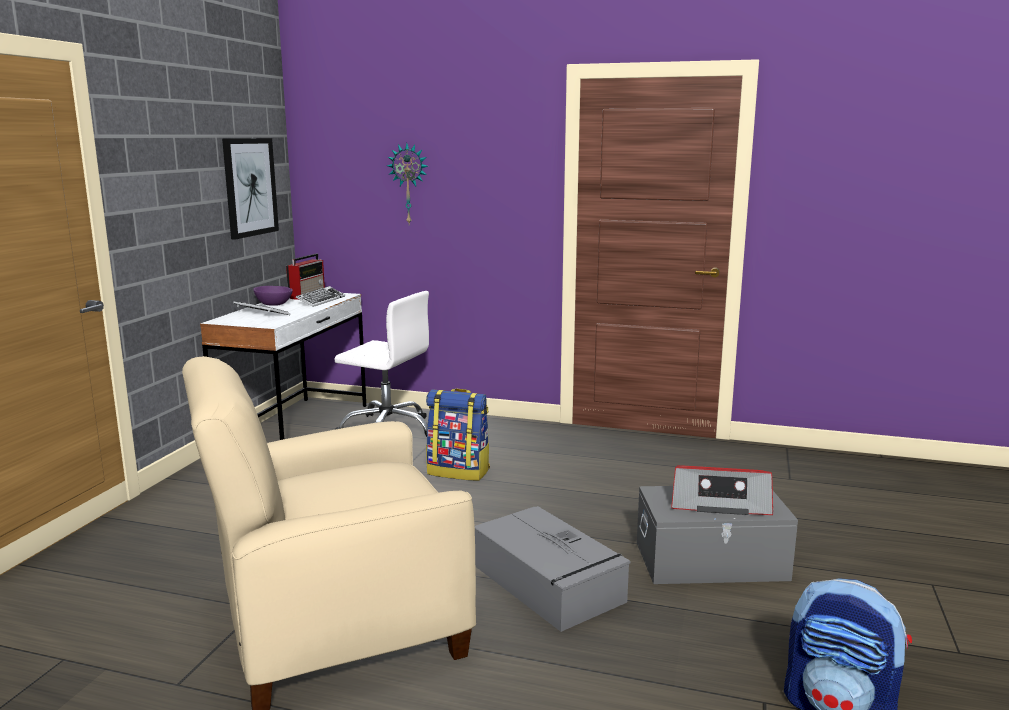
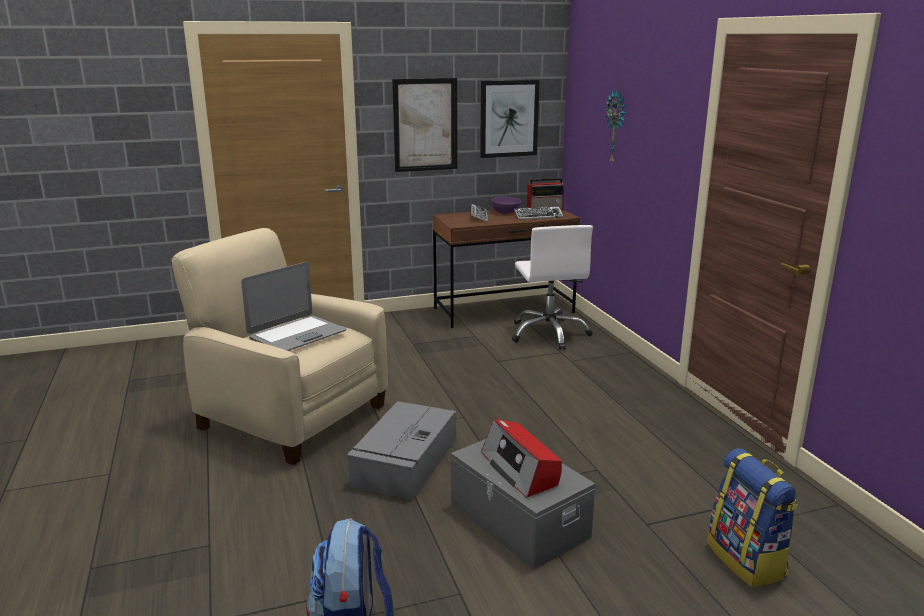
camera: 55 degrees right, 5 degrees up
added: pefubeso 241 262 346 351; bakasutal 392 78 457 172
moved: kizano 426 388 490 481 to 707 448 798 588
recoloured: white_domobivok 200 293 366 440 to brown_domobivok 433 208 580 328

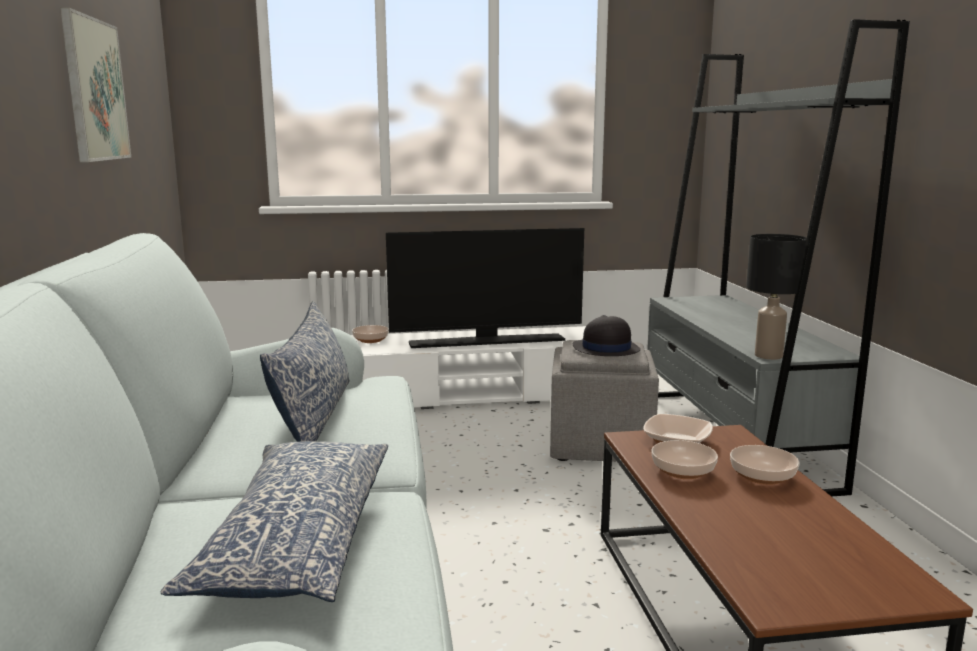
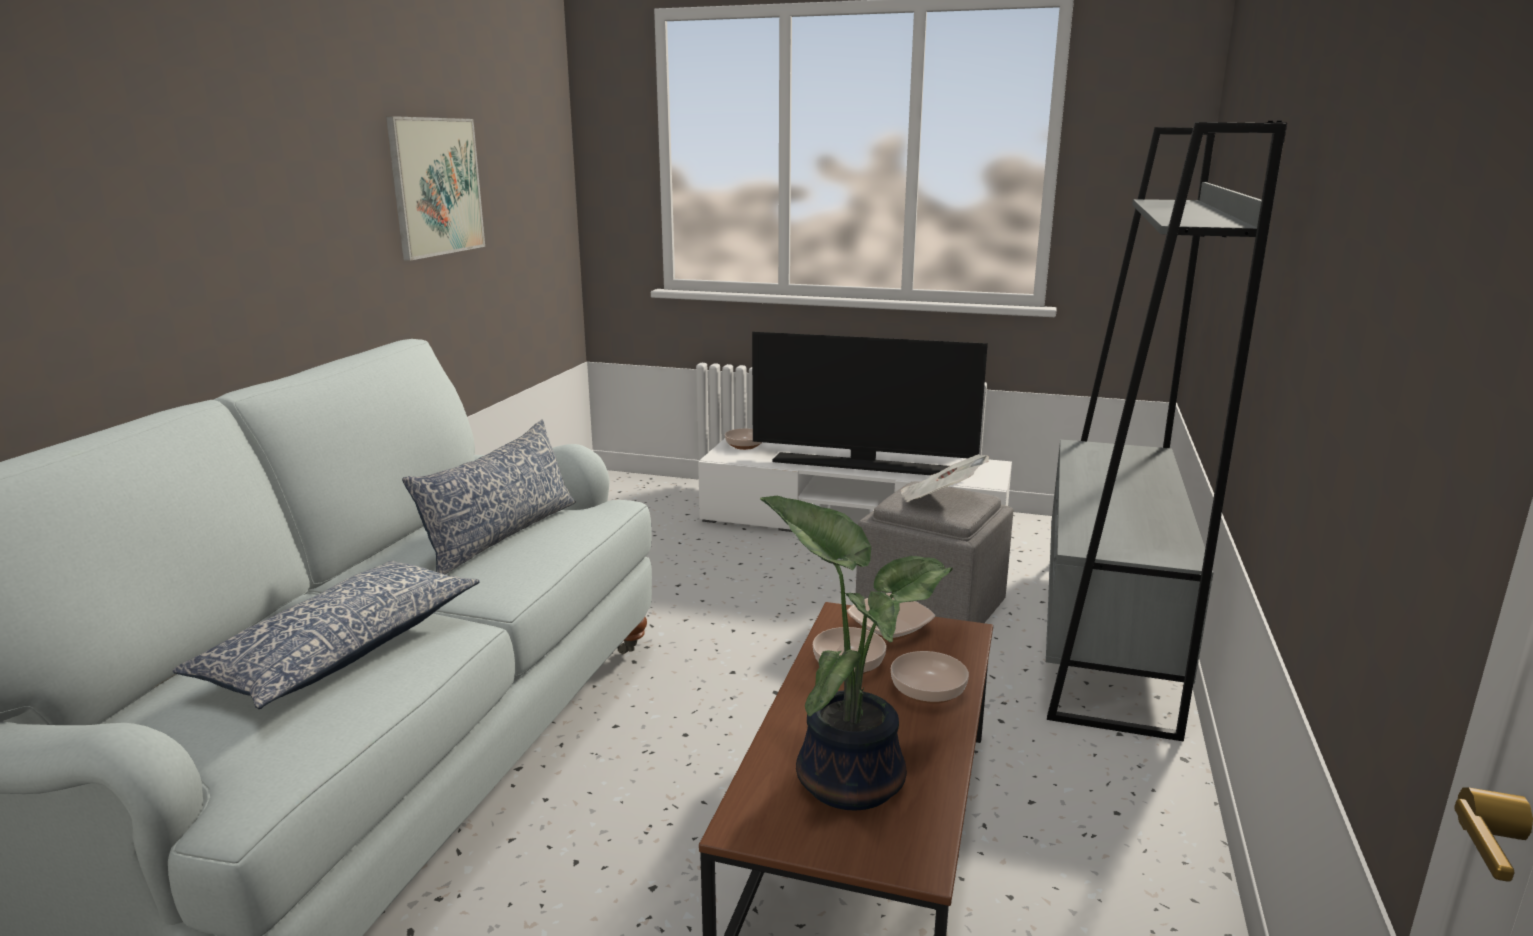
camera: 25 degrees right, 5 degrees up
removed: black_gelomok 746 234 807 360
added: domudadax 760 496 953 811
replaced: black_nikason 573 315 641 356 to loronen 901 454 989 502

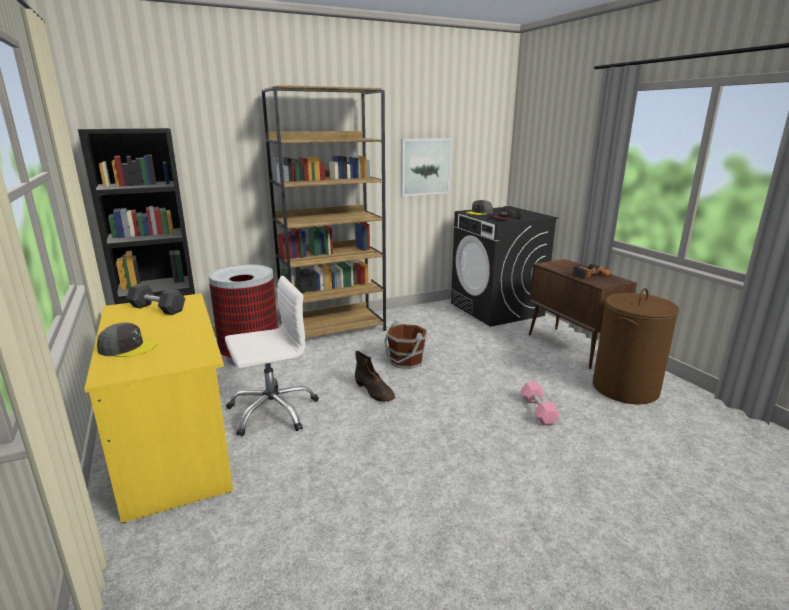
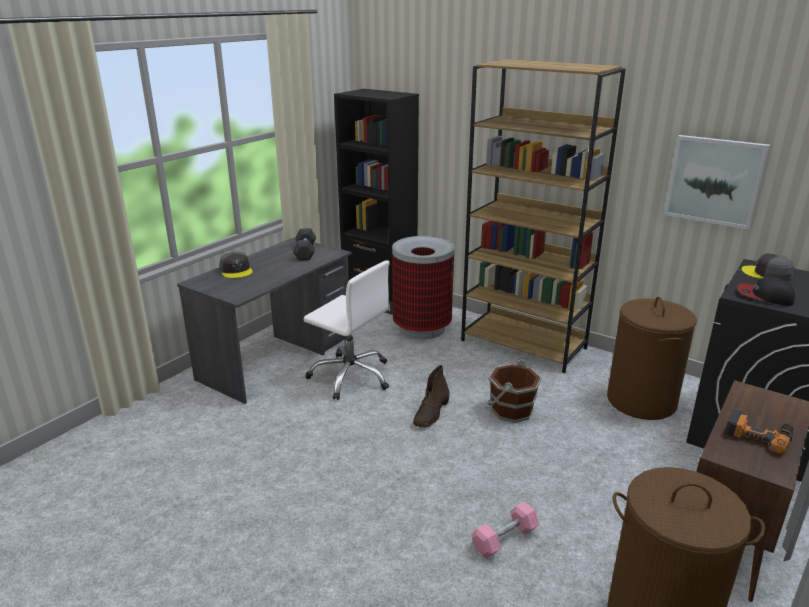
camera: 60 degrees right, 5 degrees up
added: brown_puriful 607 297 697 420
recoloured: yellow_domobivok 84 293 233 523 to grey_domobivok 177 237 352 404

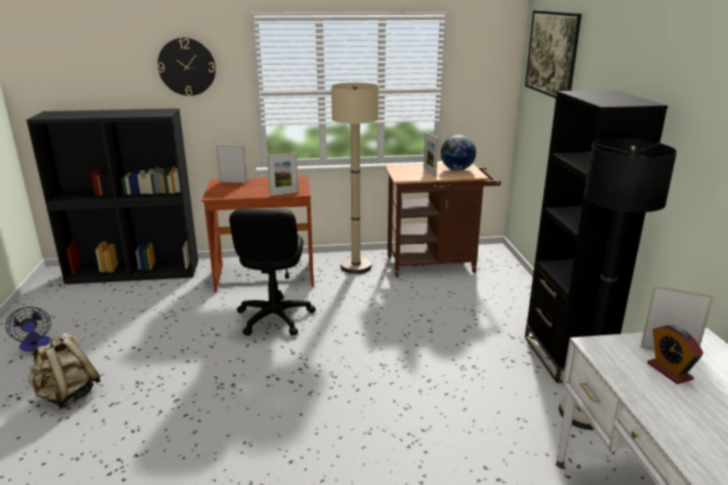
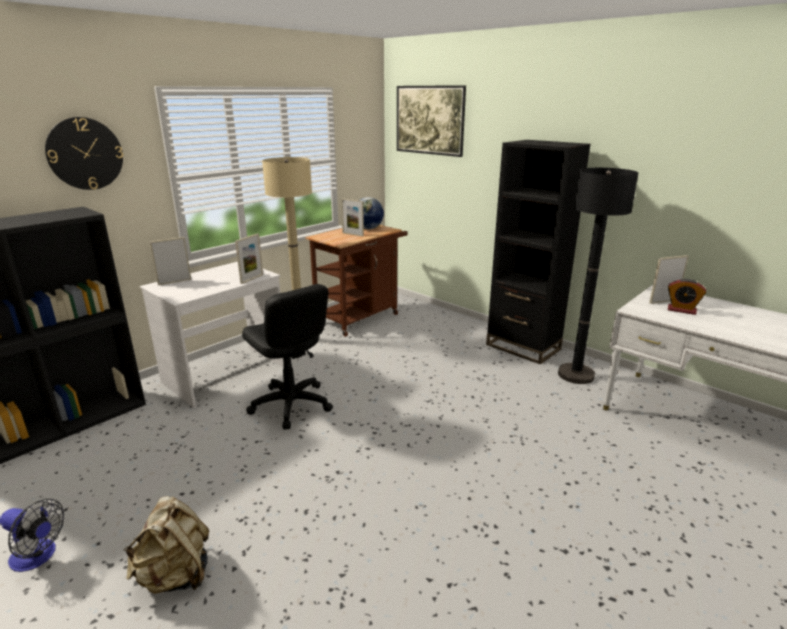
camera: 40 degrees left, 0 degrees up
recoloured: brown_domobivok 202 176 314 292 to white_domobivok 140 262 284 408

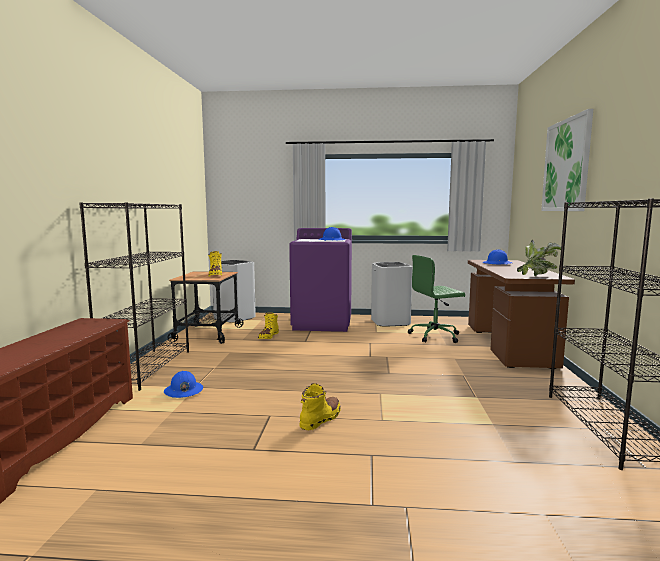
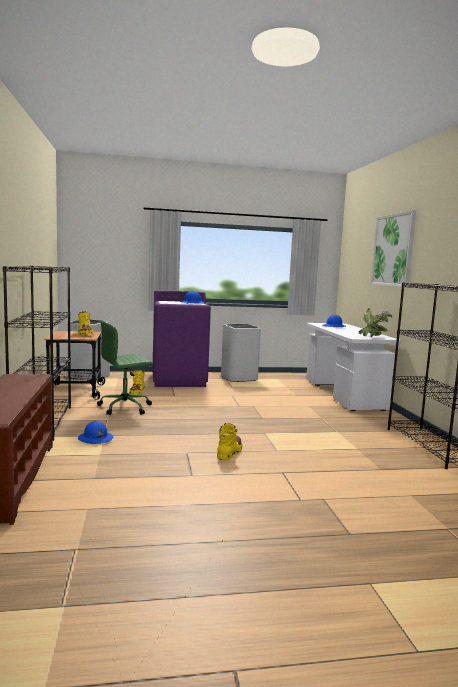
camera: 15 degrees left, 0 degrees up
moved: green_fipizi 408 255 465 343 to 97 322 153 415
recoloured: brown_domobivok 468 260 575 369 to white_domobivok 306 323 401 411

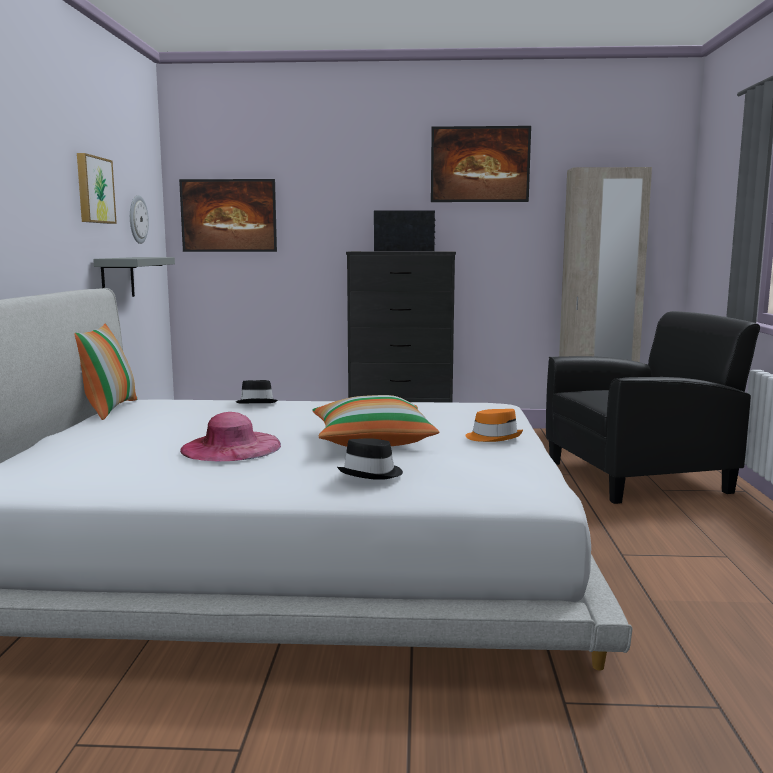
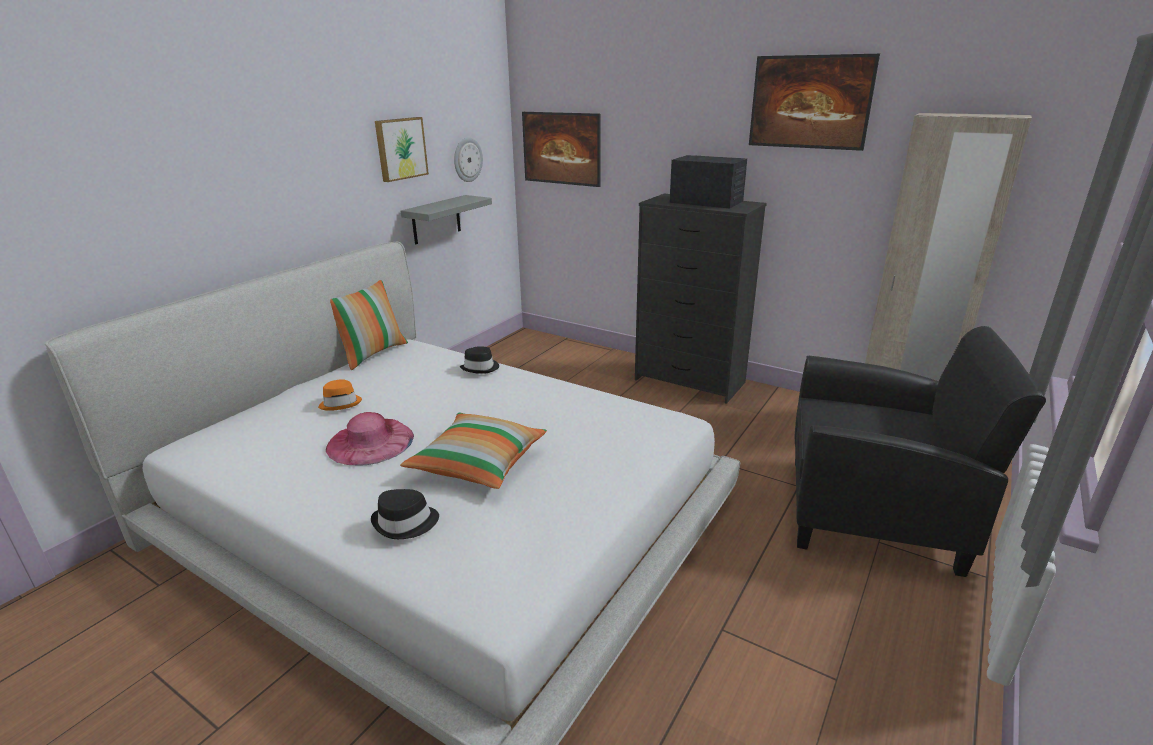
camera: 30 degrees right, 15 degrees up
moved: orange_nikason 465 409 523 442 to 318 379 362 411

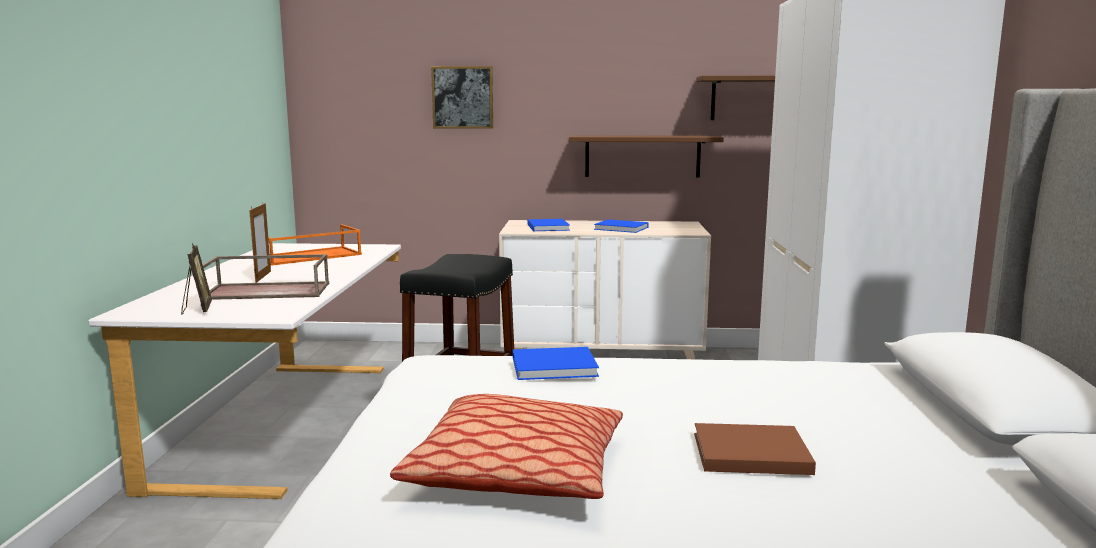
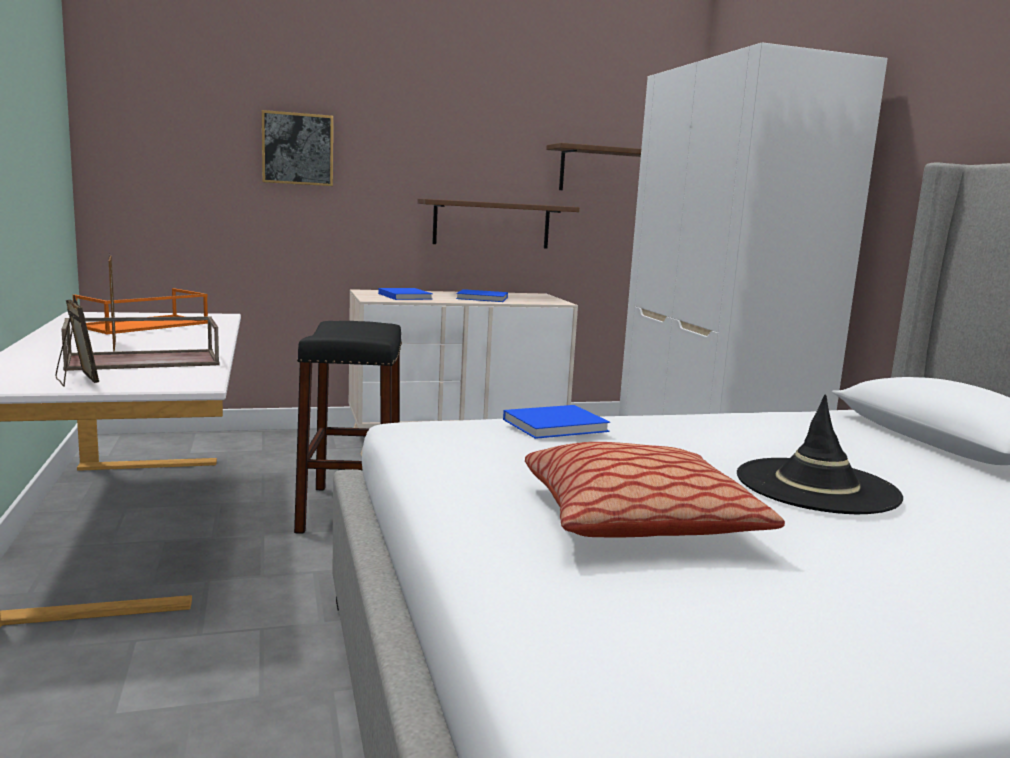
camera: 20 degrees left, 0 degrees up
replaced: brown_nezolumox 694 423 816 475 to black_nikason 737 394 903 514

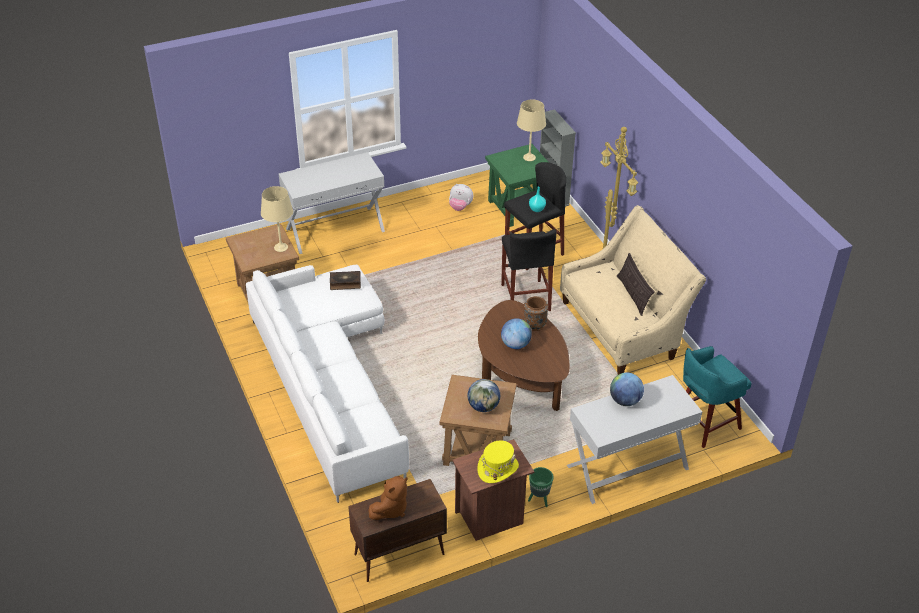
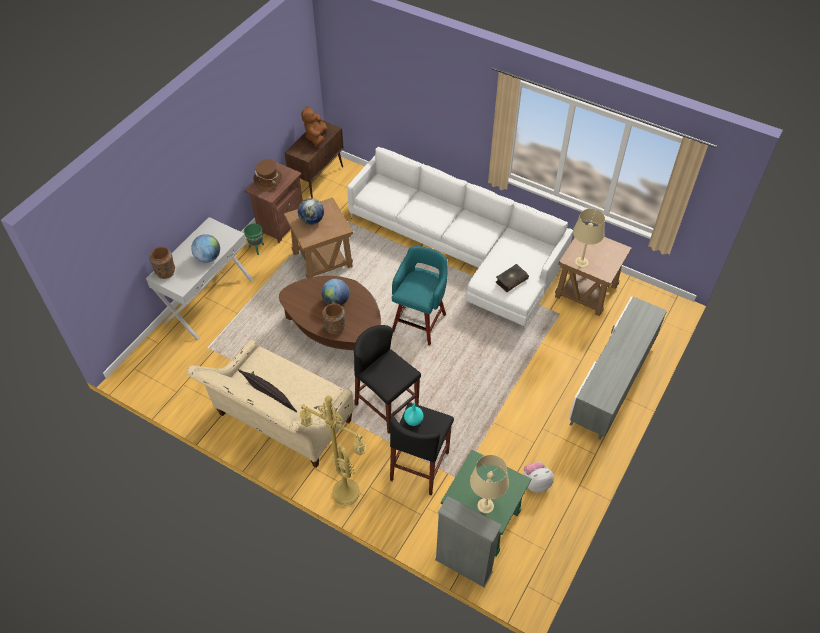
camera: 145 degrees right, 10 degrees up
added: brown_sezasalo 149 247 175 279
moved: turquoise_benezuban 683 346 752 448 to 392 246 448 345
replaced: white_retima 279 152 385 254 to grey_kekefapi 569 296 667 440
recoloured: yellow_nikason 477 440 519 483 to brown_nikason 254 159 282 192

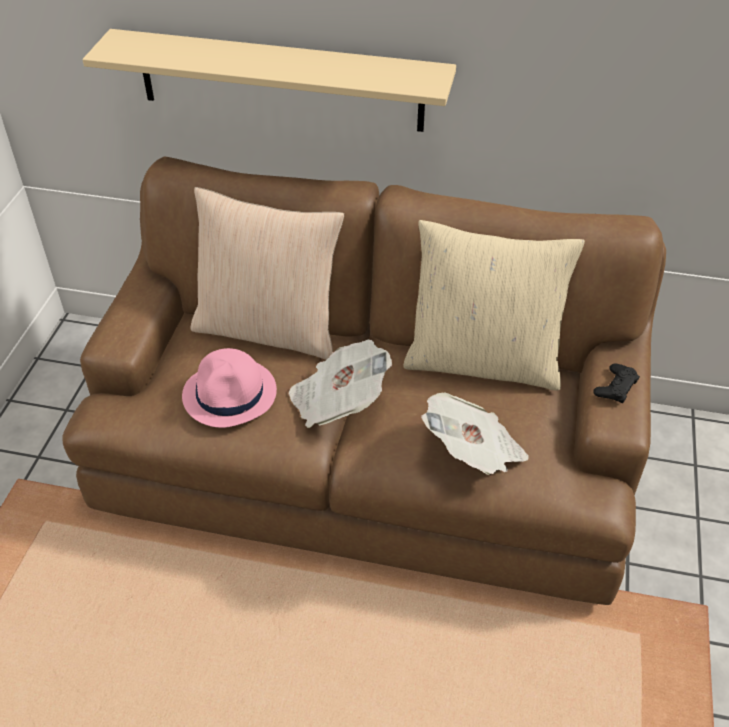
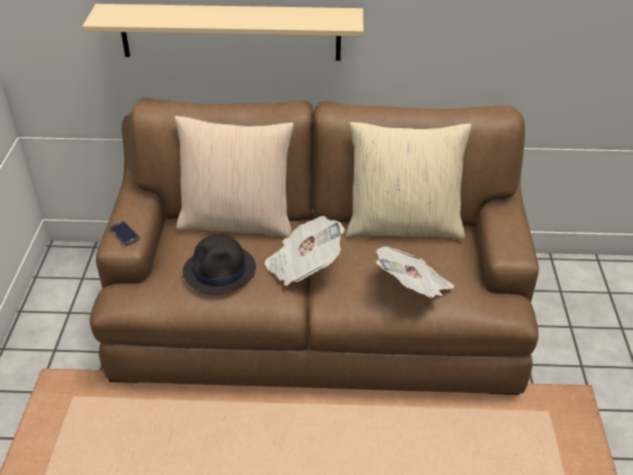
camera: 10 degrees left, 5 degrees down
removed: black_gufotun 593 364 640 403
added: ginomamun 109 221 140 245
recoloured: pink_nikason 182 348 277 428 to black_nikason 183 234 256 294

